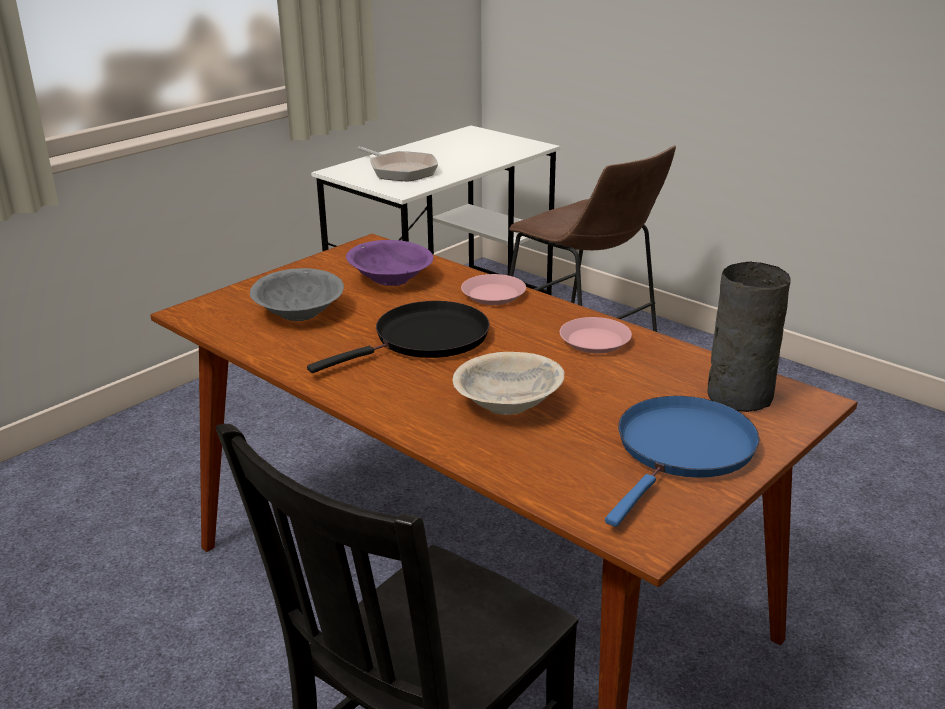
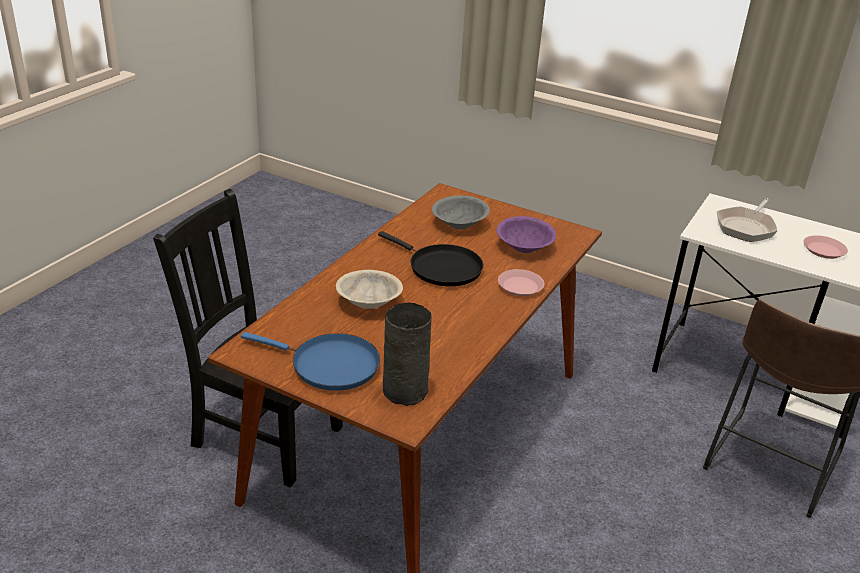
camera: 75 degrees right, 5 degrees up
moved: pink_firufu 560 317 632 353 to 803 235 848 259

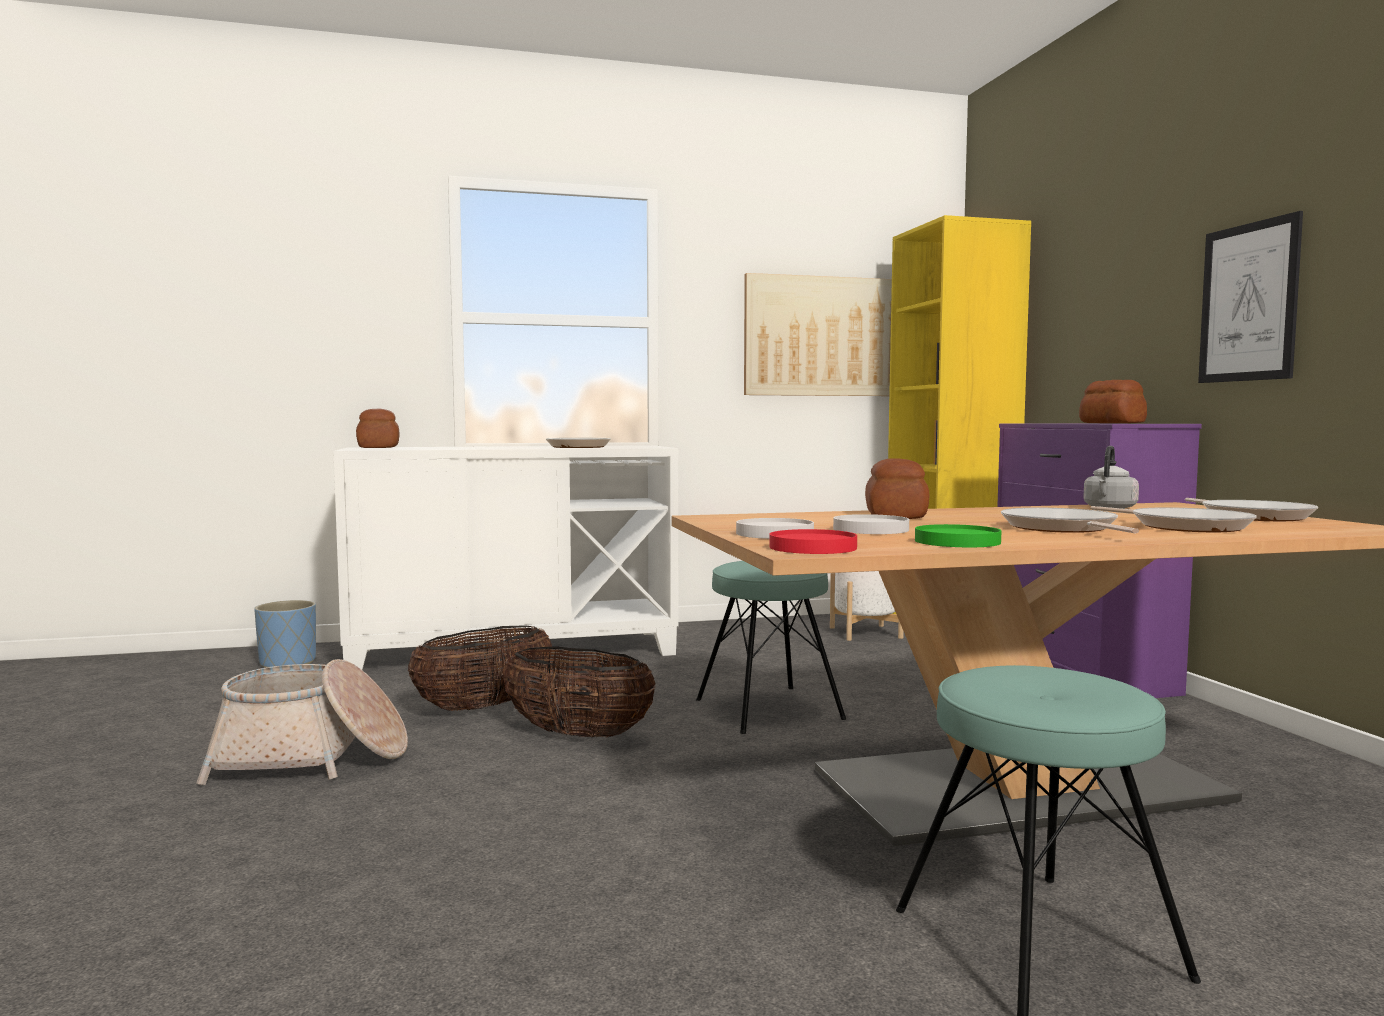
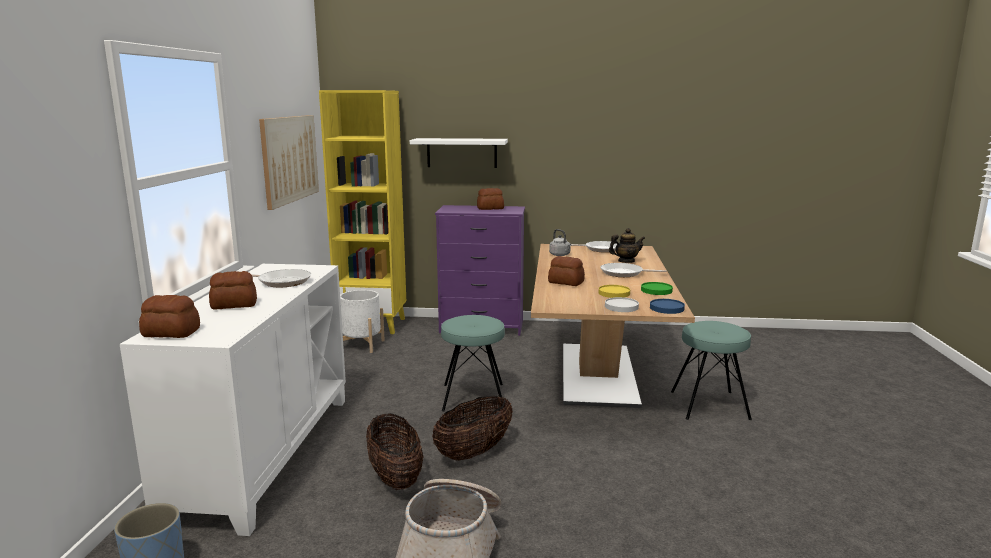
camera: 70 degrees left, 10 degrees up
removed: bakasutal 1198 211 1303 383
added: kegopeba 209 271 257 310; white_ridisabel 410 138 508 168
replaced: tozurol 1090 506 1257 532 to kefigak 609 228 645 263
recoloured: red_firufu 769 529 857 554 to blue_firufu 650 299 685 314; white_firufu 833 514 909 534 to yellow_firufu 599 285 630 298

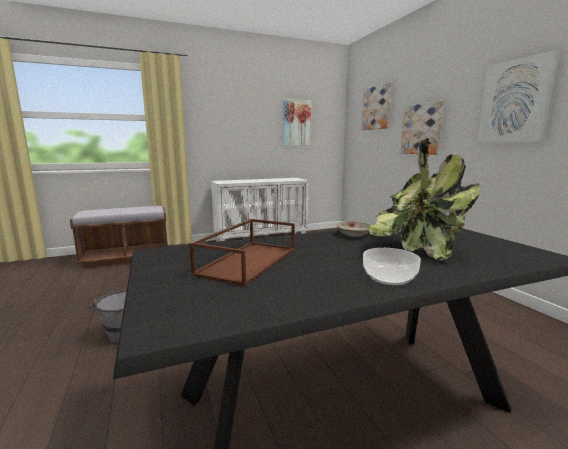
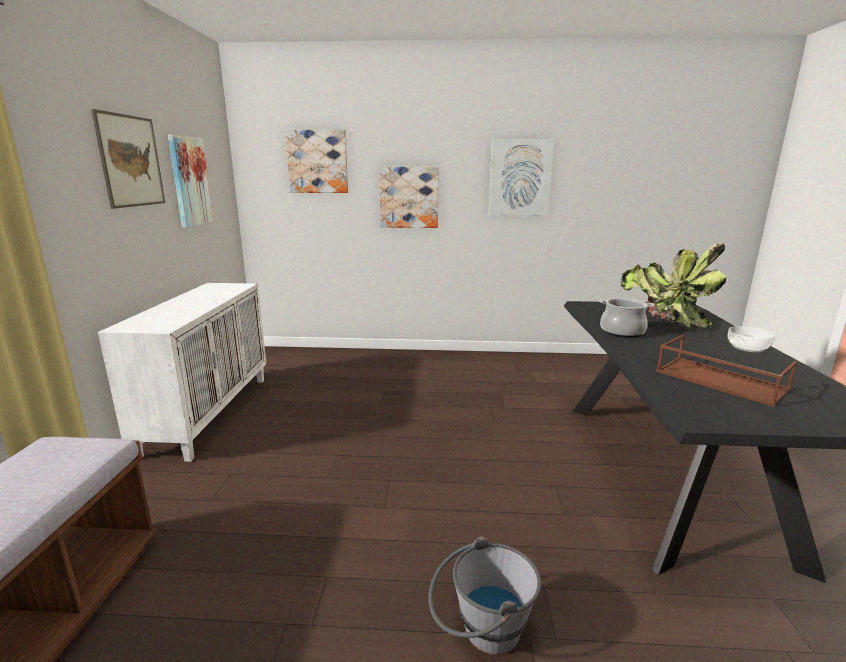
camera: 65 degrees left, 5 degrees up
added: bakasutal 91 109 165 209
replaced: firufu 336 222 371 237 to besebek 599 298 654 338

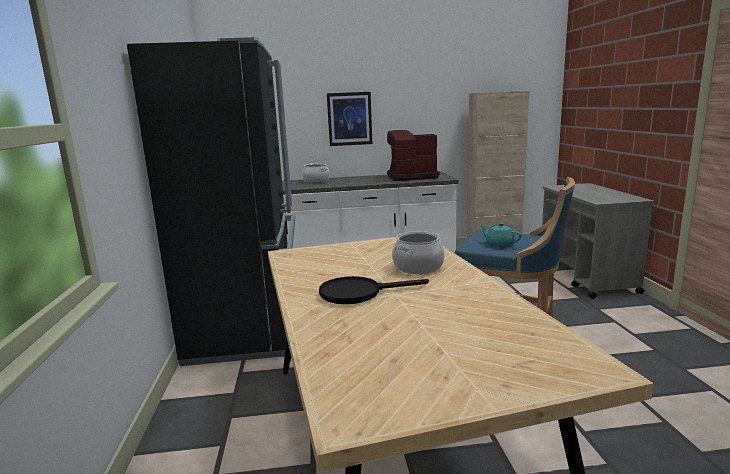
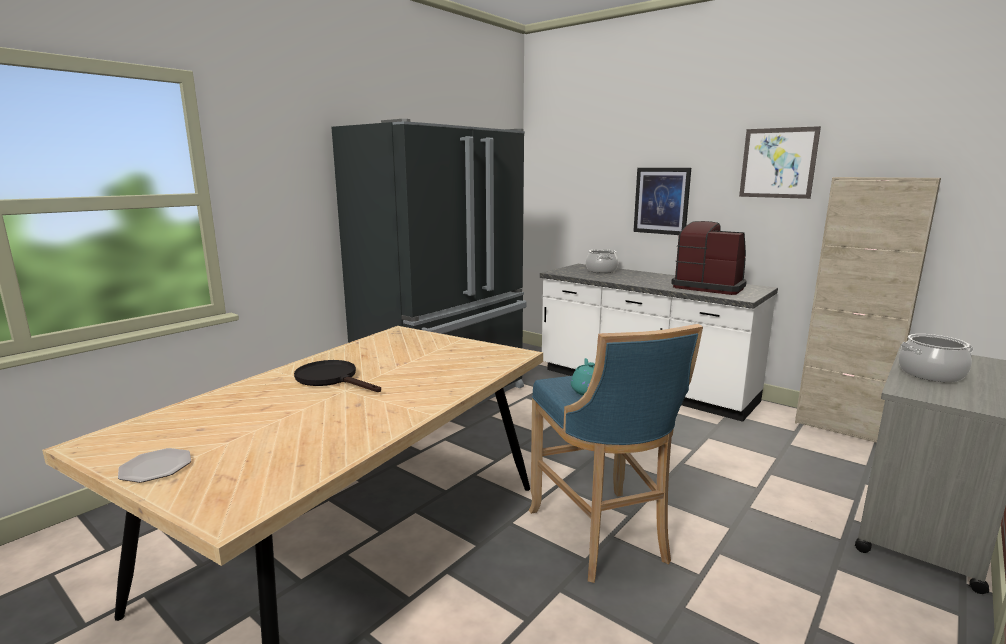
camera: 45 degrees right, 0 degrees up
added: firufu 118 448 191 483; bakasutal 739 126 821 199
moved: besebek 392 231 445 274 to 898 334 973 382

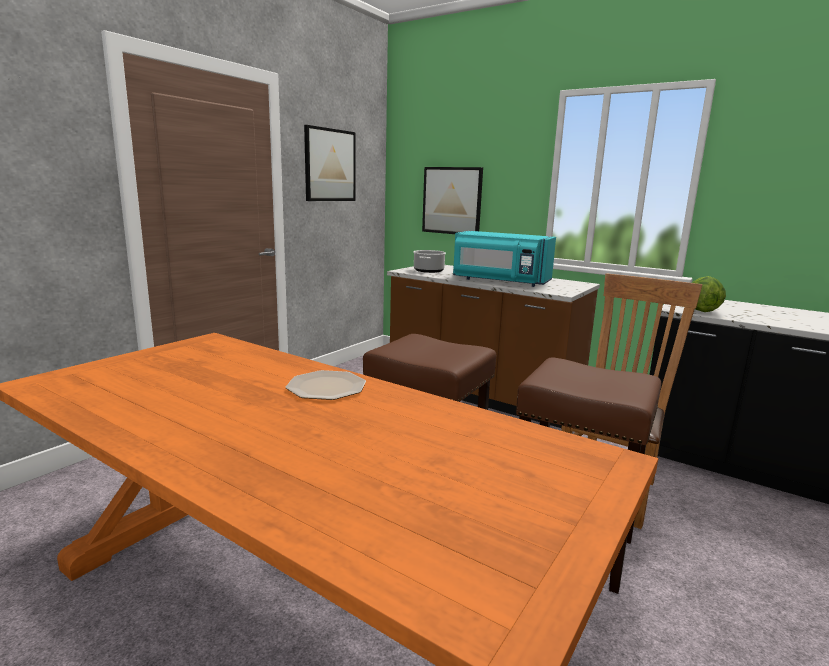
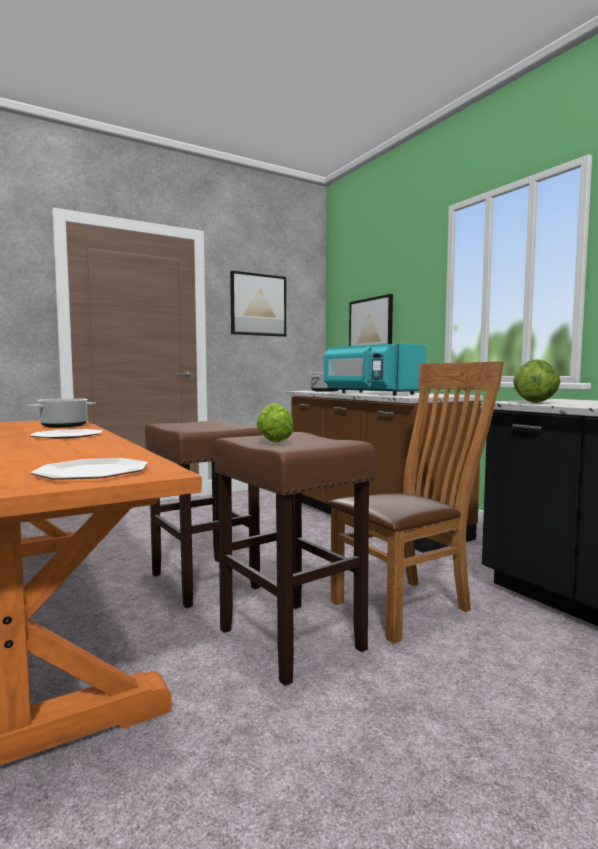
camera: 25 degrees right, 10 degrees down
added: besebek 28 398 96 428; firufu 30 458 148 480; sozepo 257 403 294 442

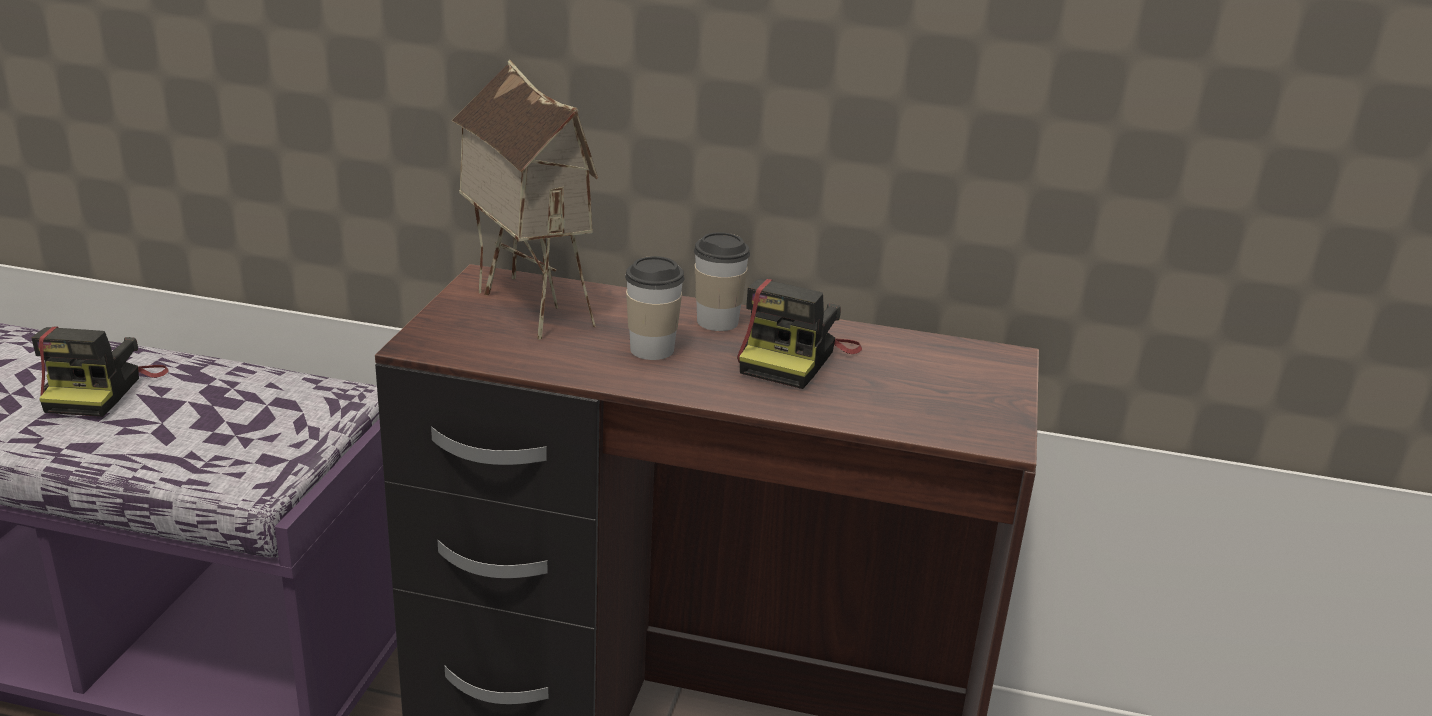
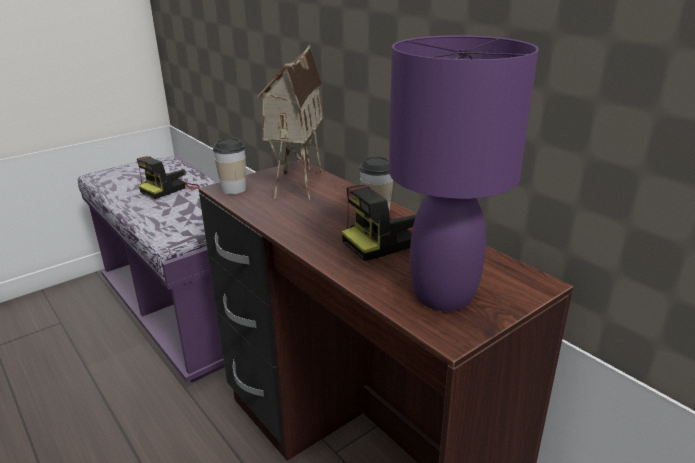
camera: 40 degrees right, 0 degrees up
added: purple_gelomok 389 35 539 311
moved: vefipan 625 256 684 360 to 213 138 246 194

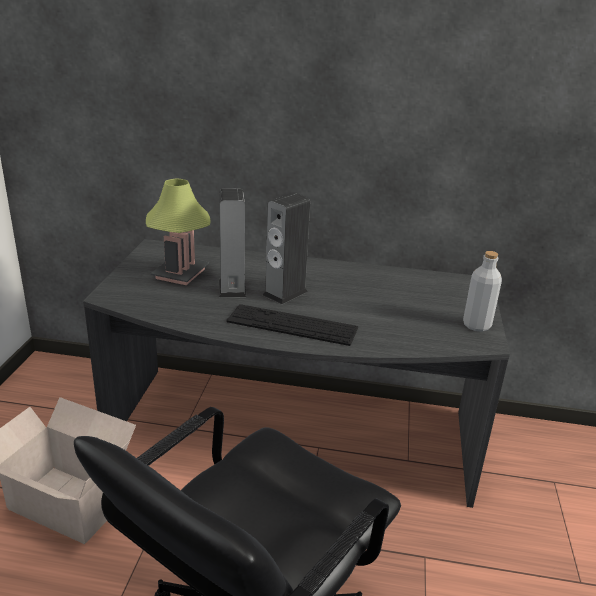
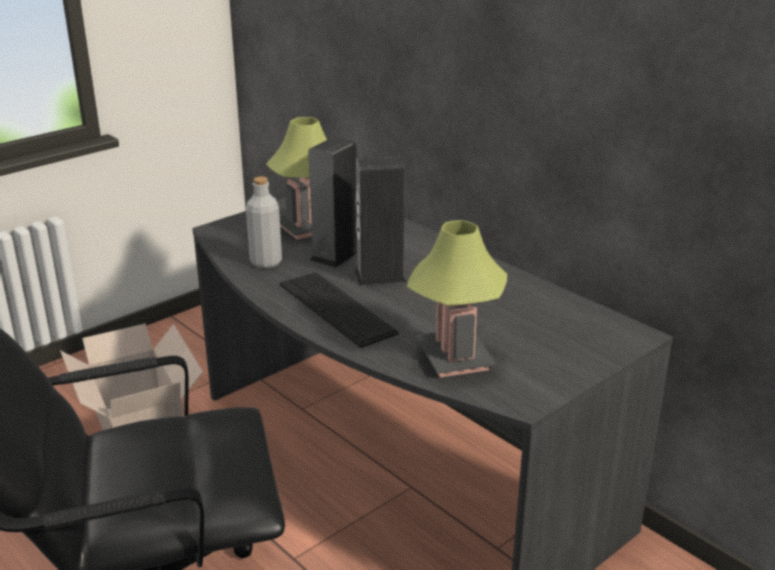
camera: 40 degrees right, 0 degrees up
added: gelomok 407 220 507 377
moved: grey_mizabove 463 251 502 332 to 246 176 282 268

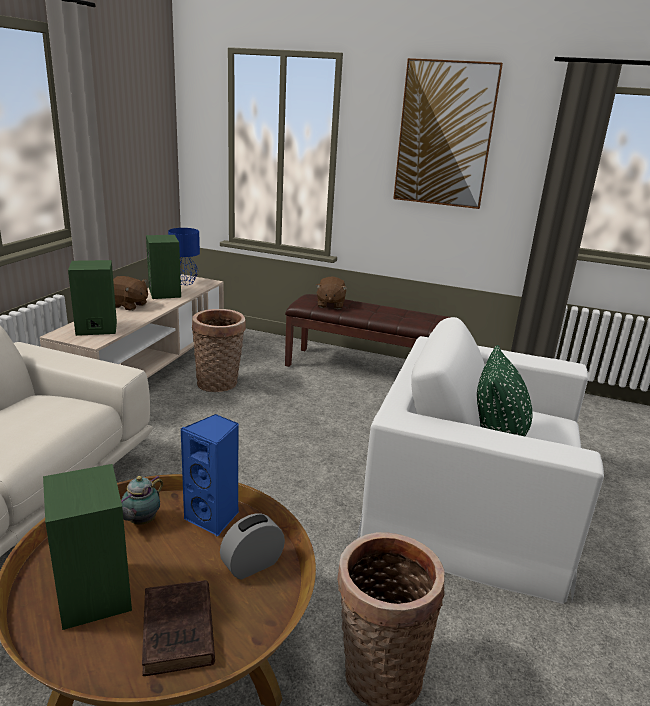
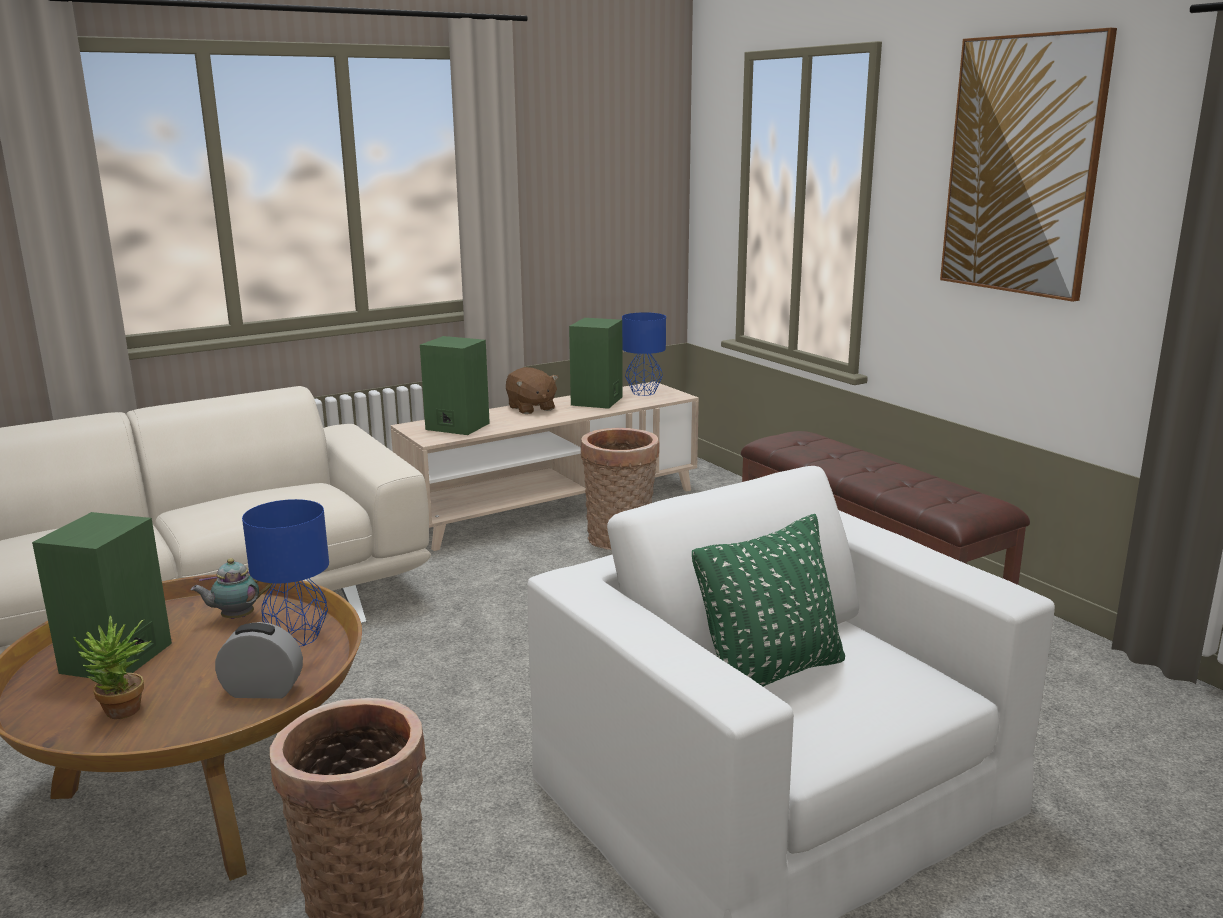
camera: 40 degrees right, 5 degrees down
removed: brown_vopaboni 315 276 347 309
replaced: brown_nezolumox 142 580 215 676 to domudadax 73 616 151 719; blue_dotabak 180 414 239 537 to blue_gelomok 242 499 329 647

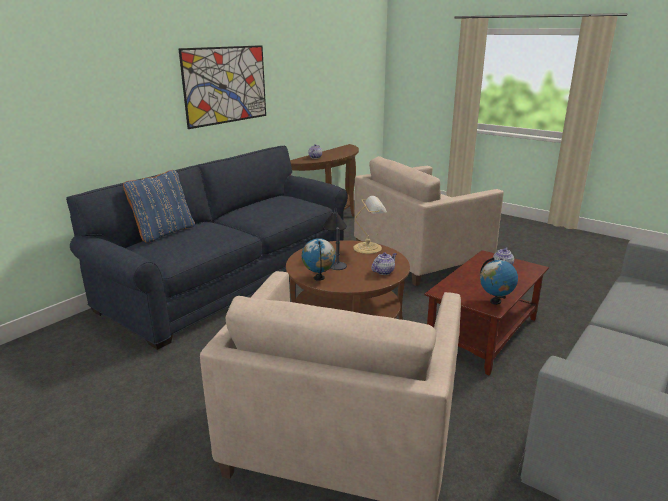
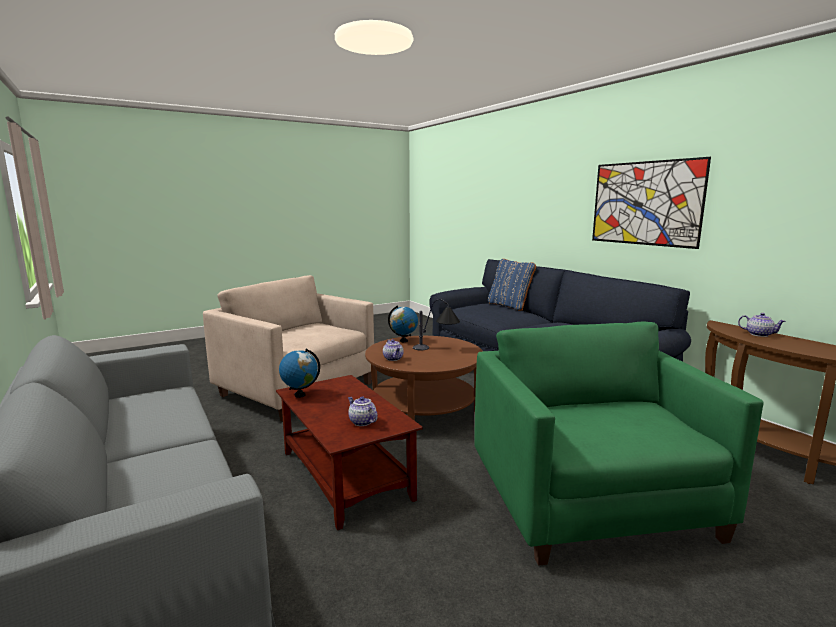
camera: 110 degrees right, 10 degrees down
removed: gelomok 353 196 387 254
recoloured: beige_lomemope 354 156 504 286 to green_lomemope 474 321 764 566

